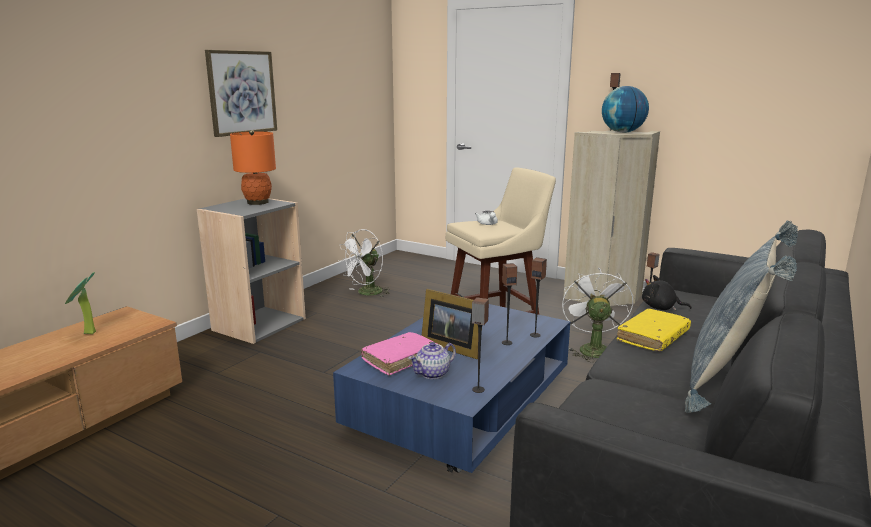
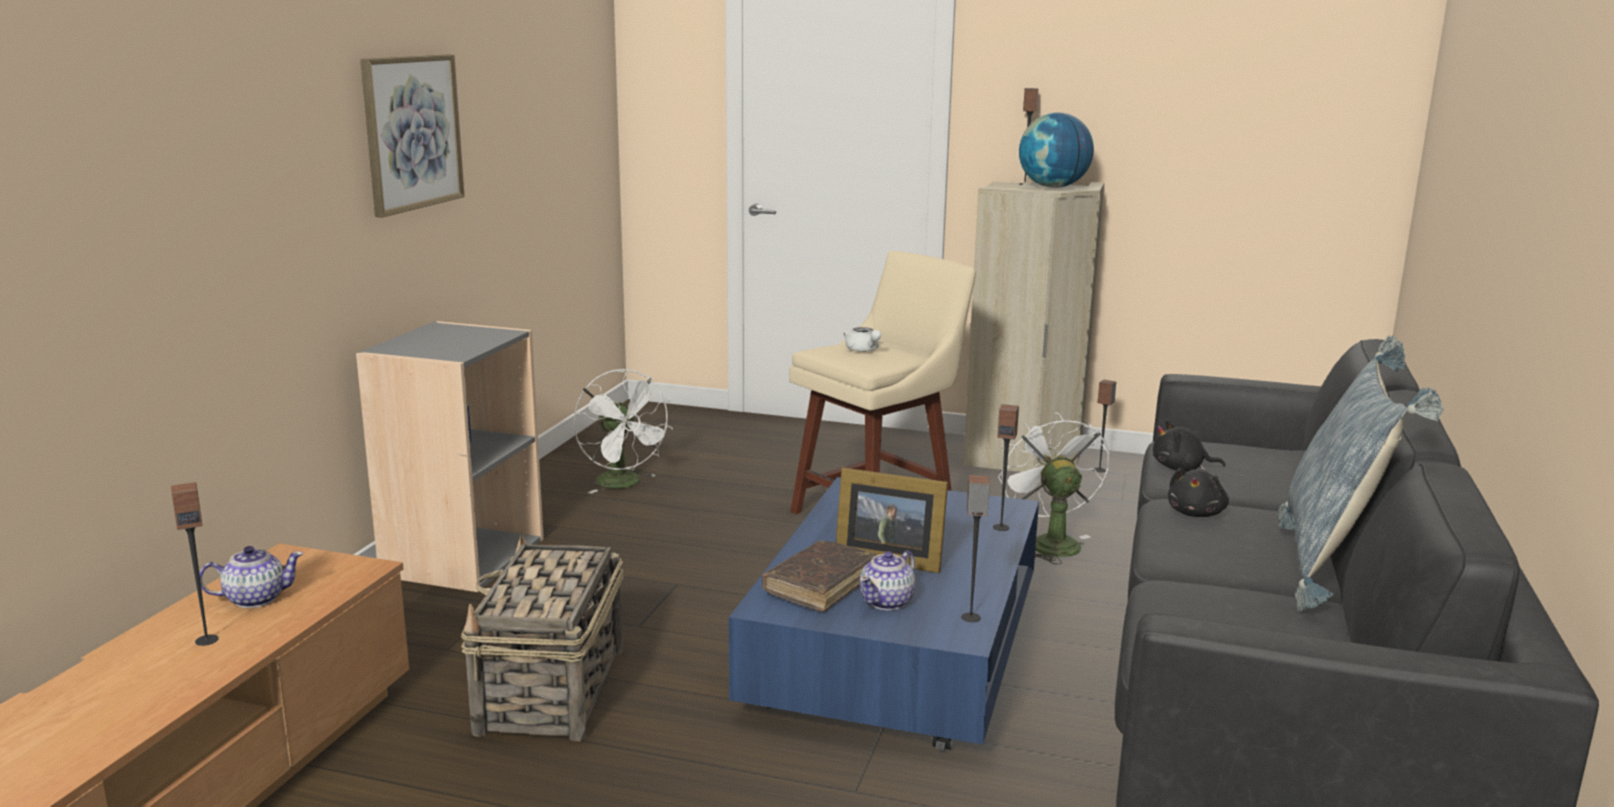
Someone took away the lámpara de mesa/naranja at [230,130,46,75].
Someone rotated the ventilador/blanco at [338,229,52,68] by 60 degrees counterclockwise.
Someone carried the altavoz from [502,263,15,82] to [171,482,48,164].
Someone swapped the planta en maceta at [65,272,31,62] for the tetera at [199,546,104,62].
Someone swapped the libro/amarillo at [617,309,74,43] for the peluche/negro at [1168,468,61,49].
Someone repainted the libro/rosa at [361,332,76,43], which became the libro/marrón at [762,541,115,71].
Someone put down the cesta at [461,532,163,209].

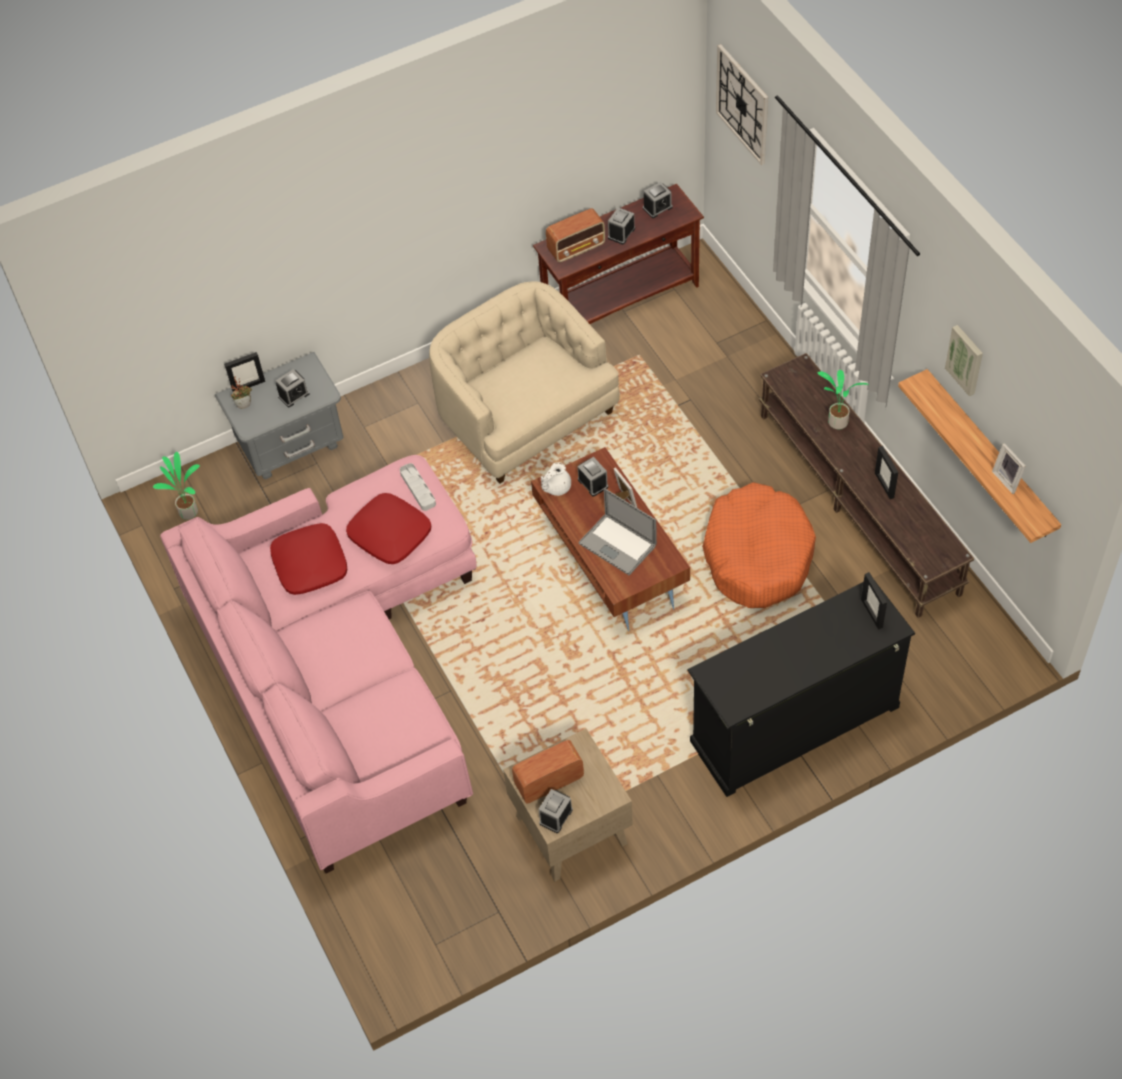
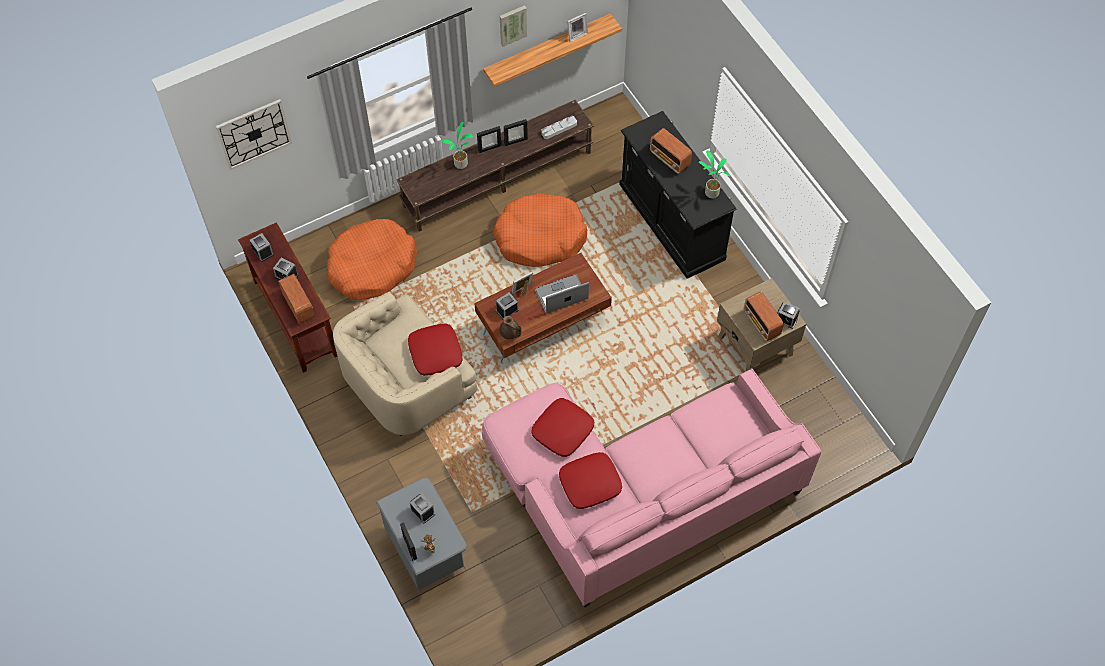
Someone carried the planta en maceta from [153,452,47,68] to [699,151,31,48].
Someone repainted the tetera/blanco at [541,462,30,34], which became the tetera/marrón at [500,316,21,23].
Someone carried the bandeja/gris from [400,463,36,48] to [541,116,36,23].
Someone rotated the portátil at [579,488,78,87] by 150 degrees counterclockwise.
Someone carried the portarretratos from [861,572,26,58] to [477,126,24,27].
Someone put down the radio at [650,128,42,46].
Someone put down the cama para perro/naranja at [327,219,90,81].
Someone put down the cojín/rojo at [408,324,54,52].

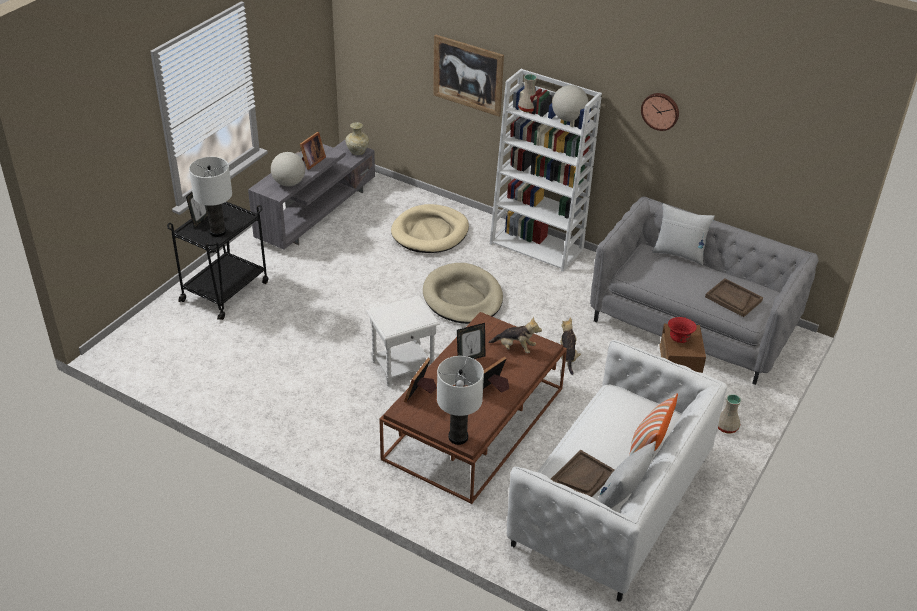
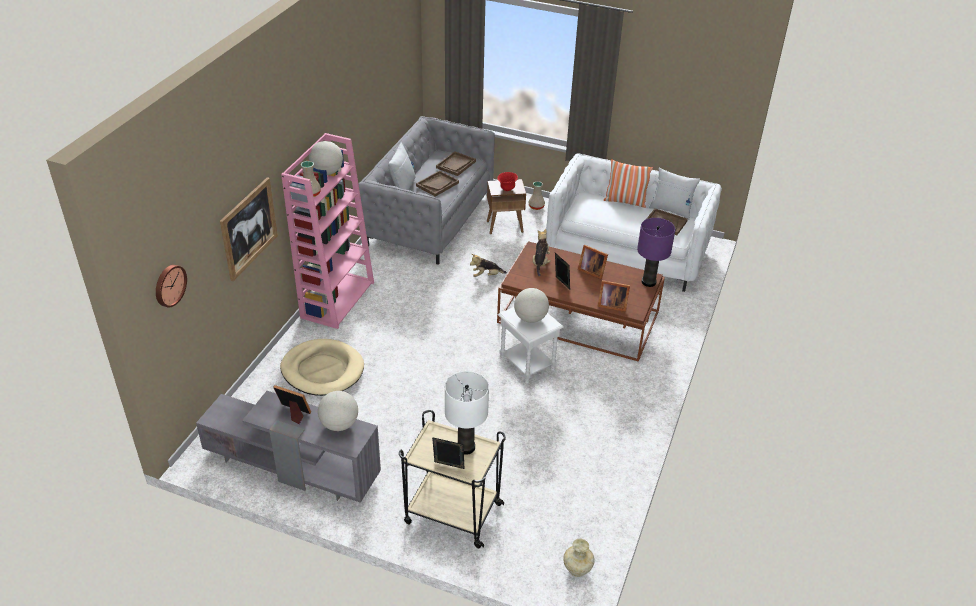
Someone repainted the estantería/blanco at [490,69,112,203], which became the estantería/rosa at [281,133,93,196].
Someone carried the reloj de pared from [641,93,38,38] to [156,265,31,43].
Someone carried the florero/beis from [345,122,24,33] to [563,539,32,38].
Someone repainted the carrito/negro at [167,201,102,119], which became the carrito/beis at [399,410,107,138].
Someone took away the cama para perro/beis at [423,263,80,61].
Someone repainted the lámpara de mesa/blanco at [437,356,47,89], which became the lámpara de mesa/morado at [637,218,38,69].
Someone put down the bandeja/marrón at [416,171,43,26].
Someone put down the globo terráqueo at [514,288,35,35].

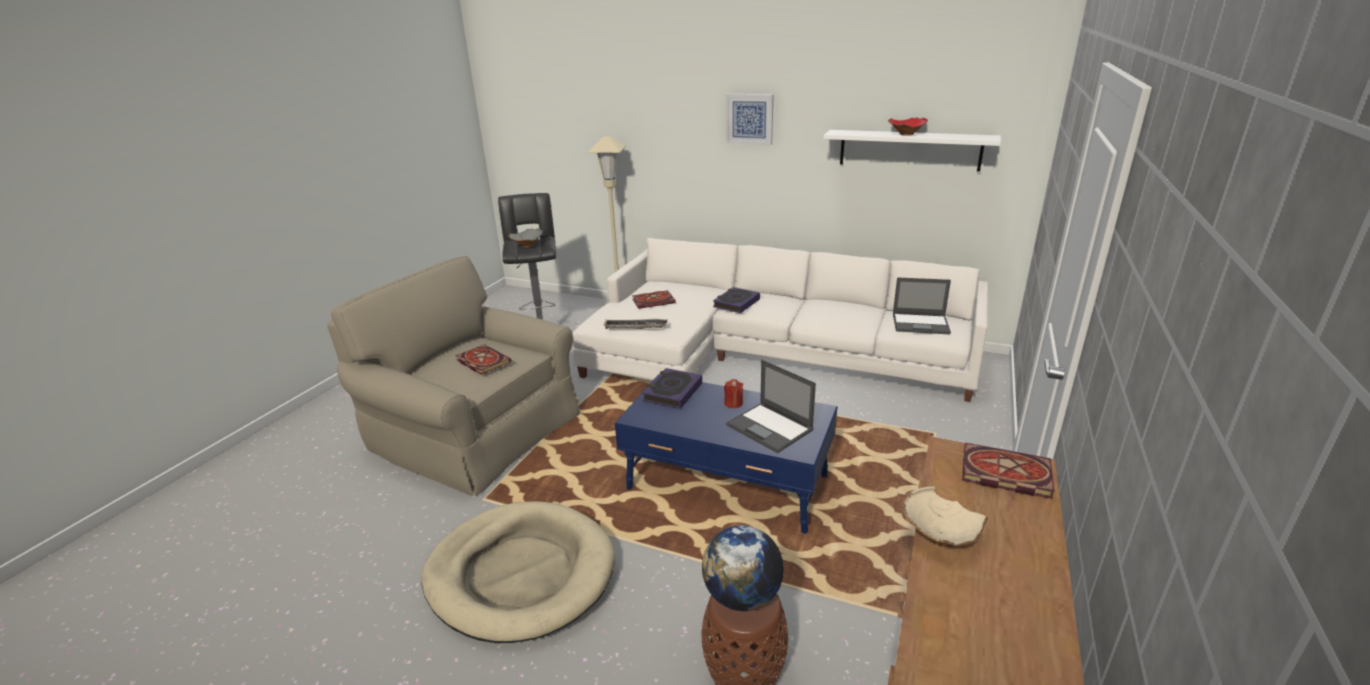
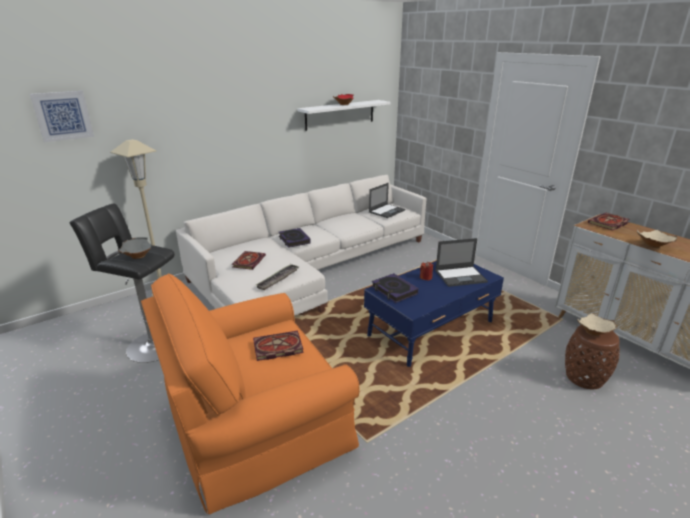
Someone carried the cuadro from [726,94,48,51] to [30,91,64,51].
Someone repainted the sillón/beis at [327,256,254,240], which became the sillón/naranja at [141,273,218,241].
Someone took away the cama para perro/beis at [421,501,194,142].
Someone swapped the globo terráqueo at [702,525,82,86] for the cuenco/beis at [577,313,40,23].

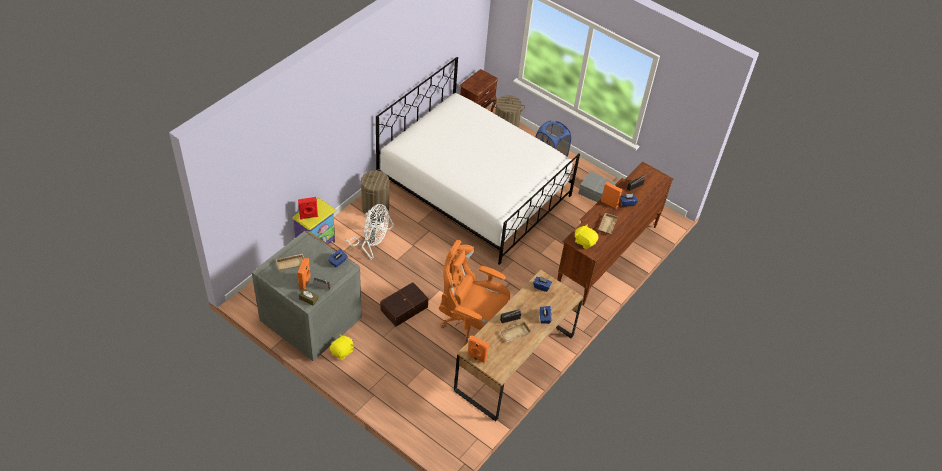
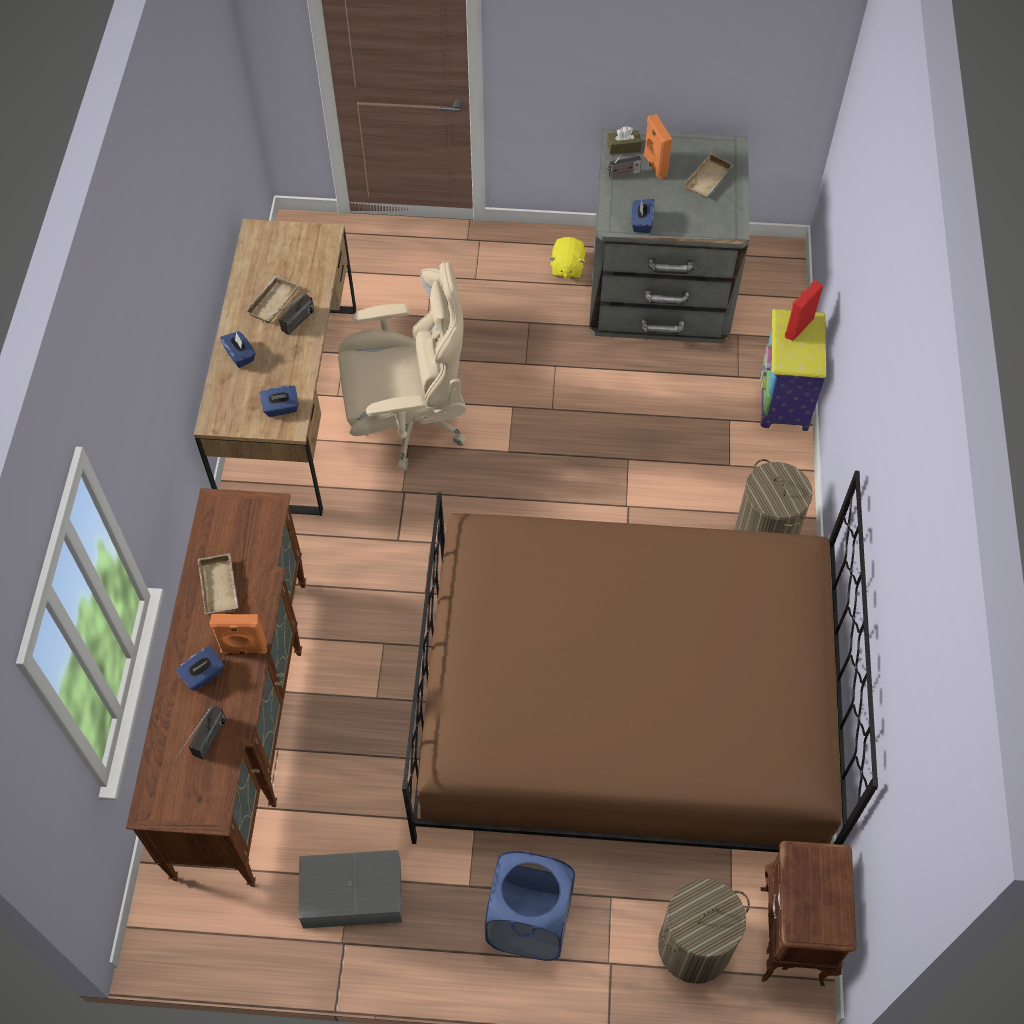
Someone repainted the cama/blanco at [376,57,204,208], which became the cama/marrón at [402,471,476,381].
Someone took away the ventilador/blanco at [345,204,49,56].
Someone took away the peluche/amarillo at [575,225,23,24].
Someone repainted the silla de oficina/naranja at [439,240,72,106], which became the silla de oficina/beis at [338,261,128,209].
Someone took away the caja de almacenaje/marrón at [380,282,48,45].
Someone took away the altavoz/naranja at [467,335,22,29].

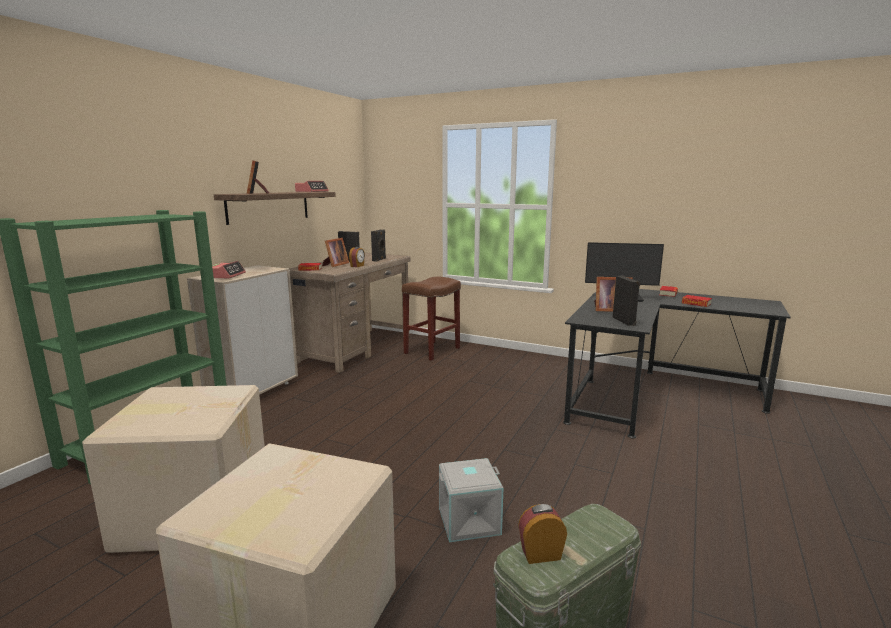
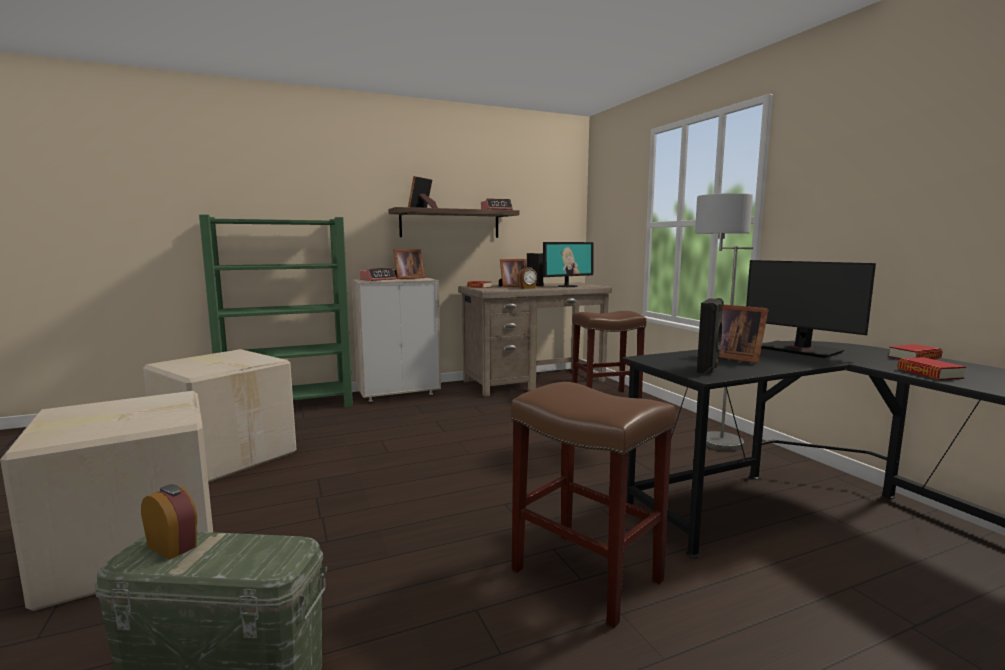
Someone swapped the altavoz/negro at [371,229,15,33] for the monitor at [543,242,51,45].
Someone took away the caja de almacenaje/gris at [439,458,64,84].
Someone put down the lámpara de pie/gris at [695,193,58,258].
Someone put down the portarretratos at [393,249,32,30].
Someone put down the taburete/marrón at [511,382,165,246].

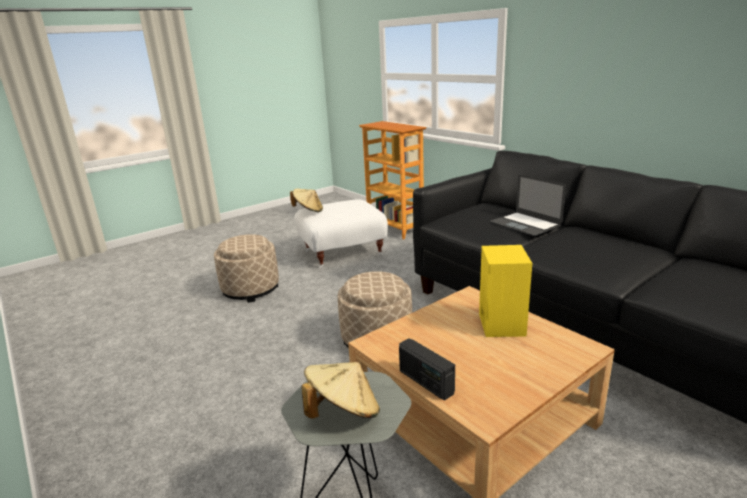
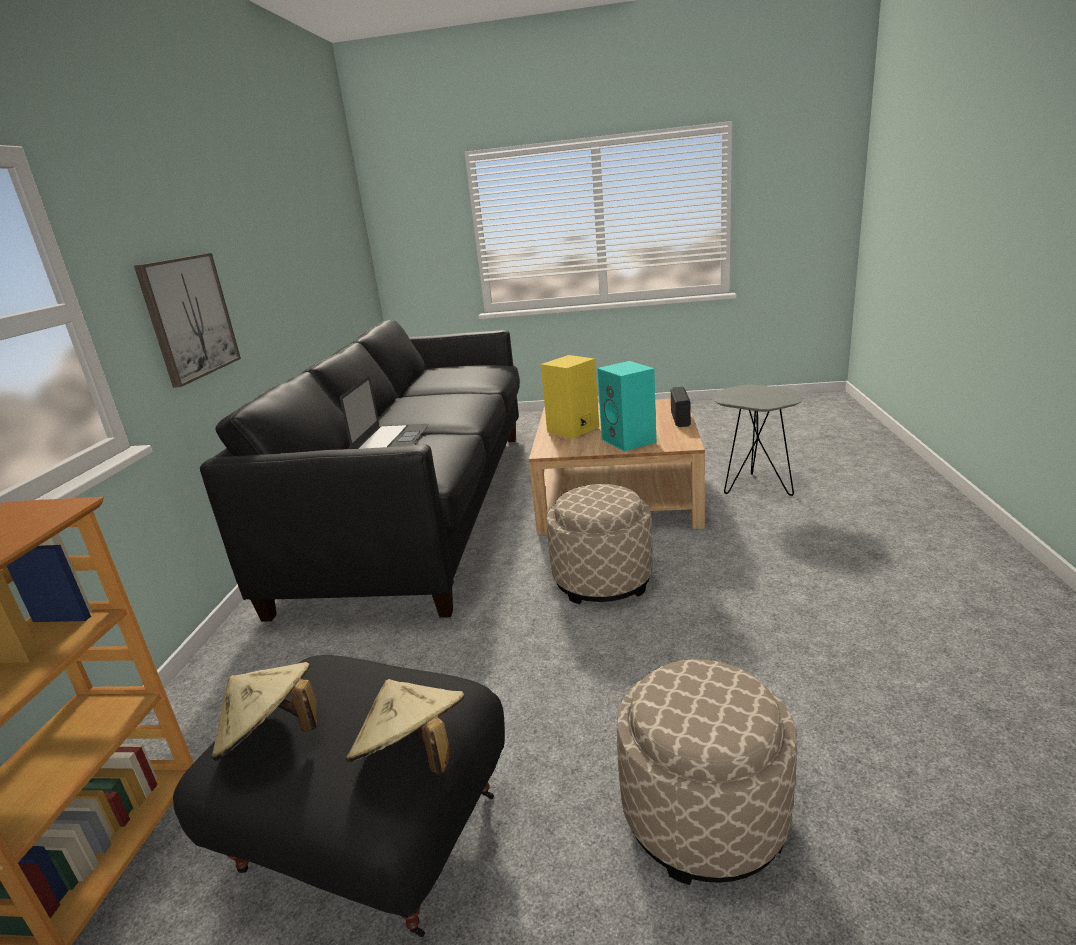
Someone repainted the puf/blanco at [295,199,93,69], which became the puf/negro at [173,655,332,282].
Someone carried the sombrero/beis from [301,362,79,56] to [212,662,105,99].
Someone put up the cuadro at [134,253,107,135].
Someone put down the altavoz/turquesa at [597,361,59,91].

